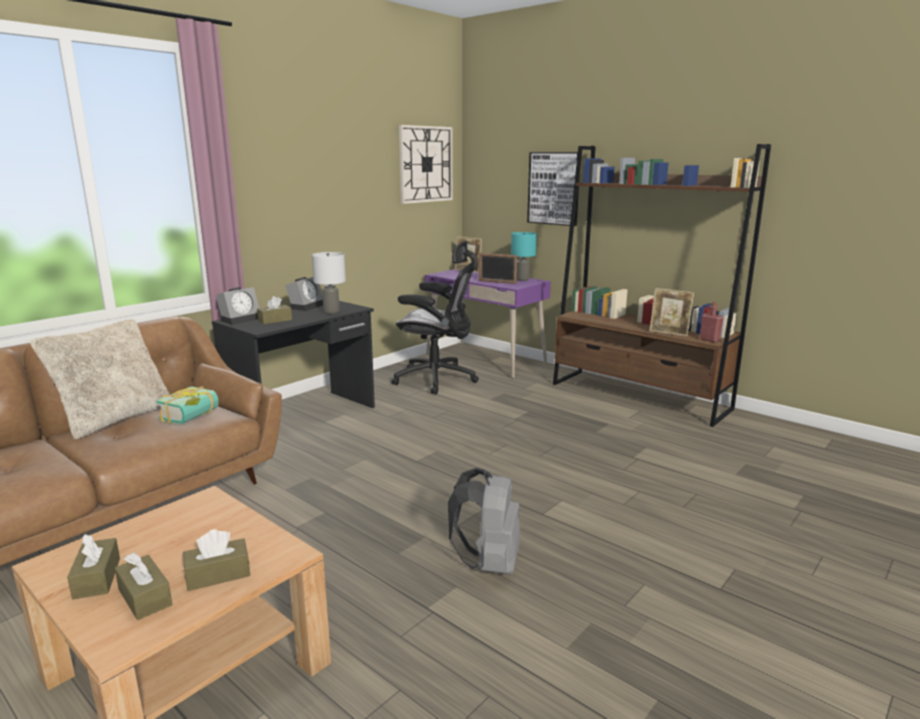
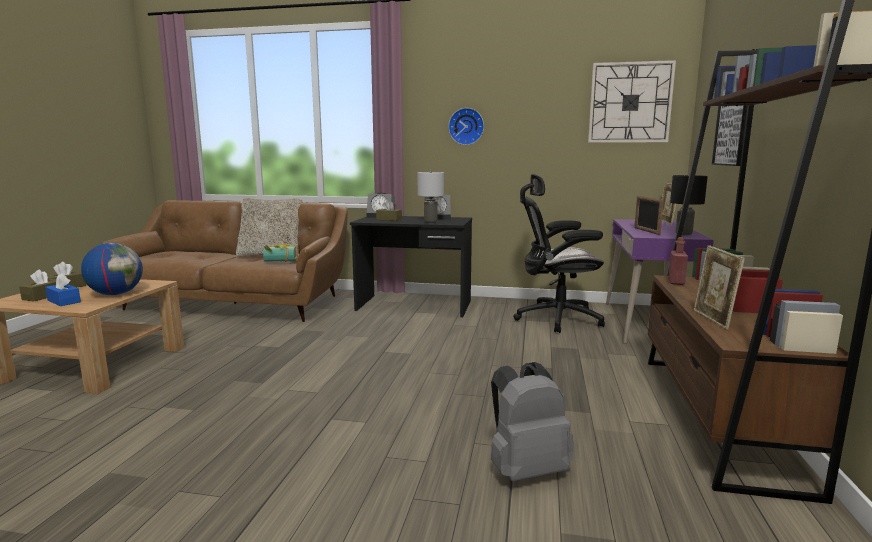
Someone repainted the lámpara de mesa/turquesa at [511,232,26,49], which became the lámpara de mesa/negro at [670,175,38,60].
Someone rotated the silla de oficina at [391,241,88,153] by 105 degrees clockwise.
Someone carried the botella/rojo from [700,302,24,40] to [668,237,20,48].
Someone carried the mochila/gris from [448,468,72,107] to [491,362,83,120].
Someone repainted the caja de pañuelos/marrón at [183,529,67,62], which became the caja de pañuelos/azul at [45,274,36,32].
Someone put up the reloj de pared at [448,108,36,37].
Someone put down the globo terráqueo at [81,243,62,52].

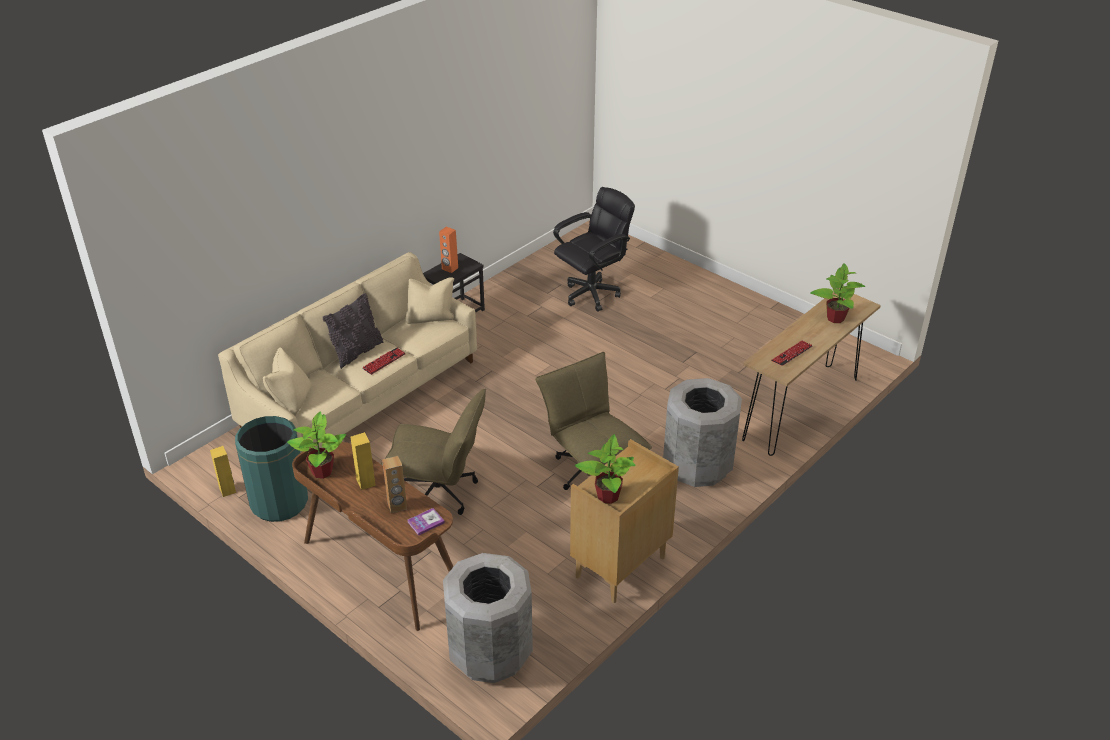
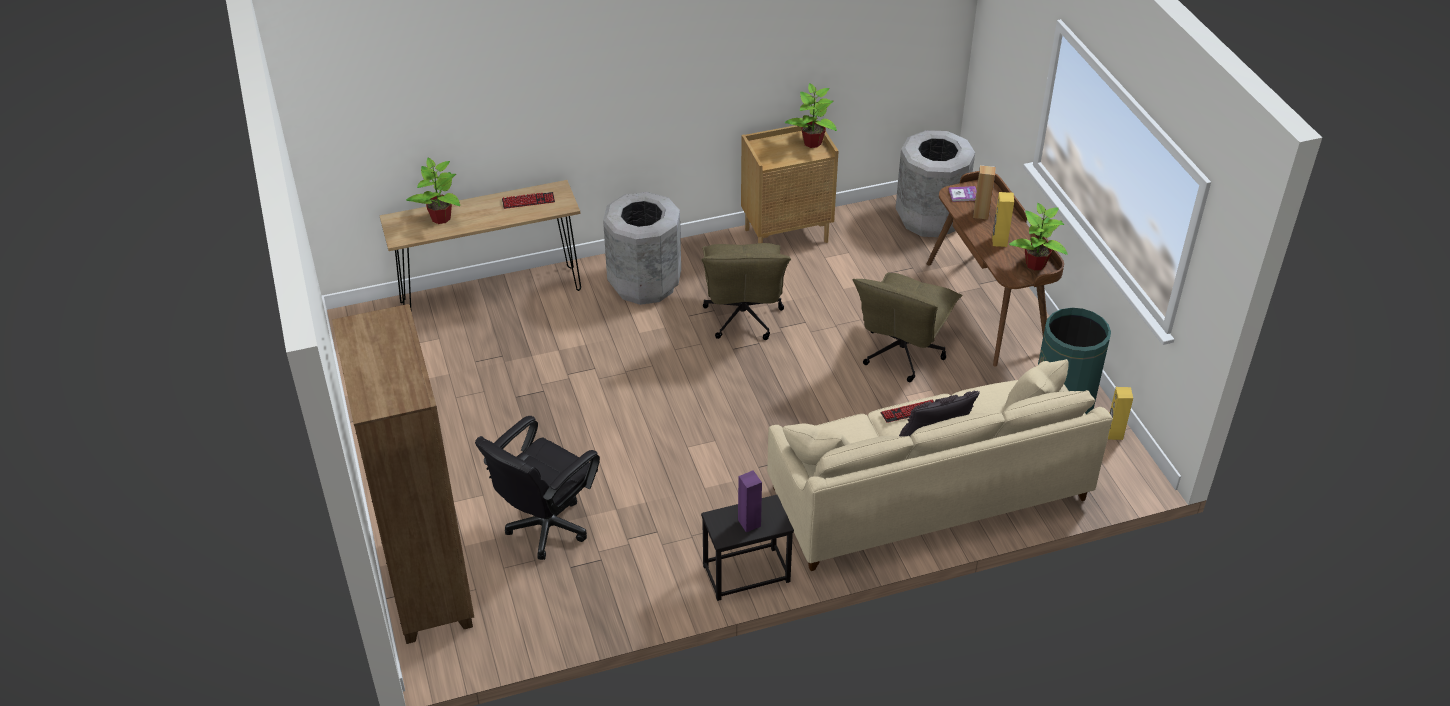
Someone rotated the silla de oficina/negro at [553,187,82,125] by 45 degrees counterclockwise.
Someone repainted the altavoz/naranja at [439,227,19,46], which became the altavoz/morado at [738,470,24,62].
Someone rotated the silla de oficina/beis at [381,389,105,126] by 105 degrees counterclockwise.
Someone put down the estantería/marrón at [332,304,142,340].

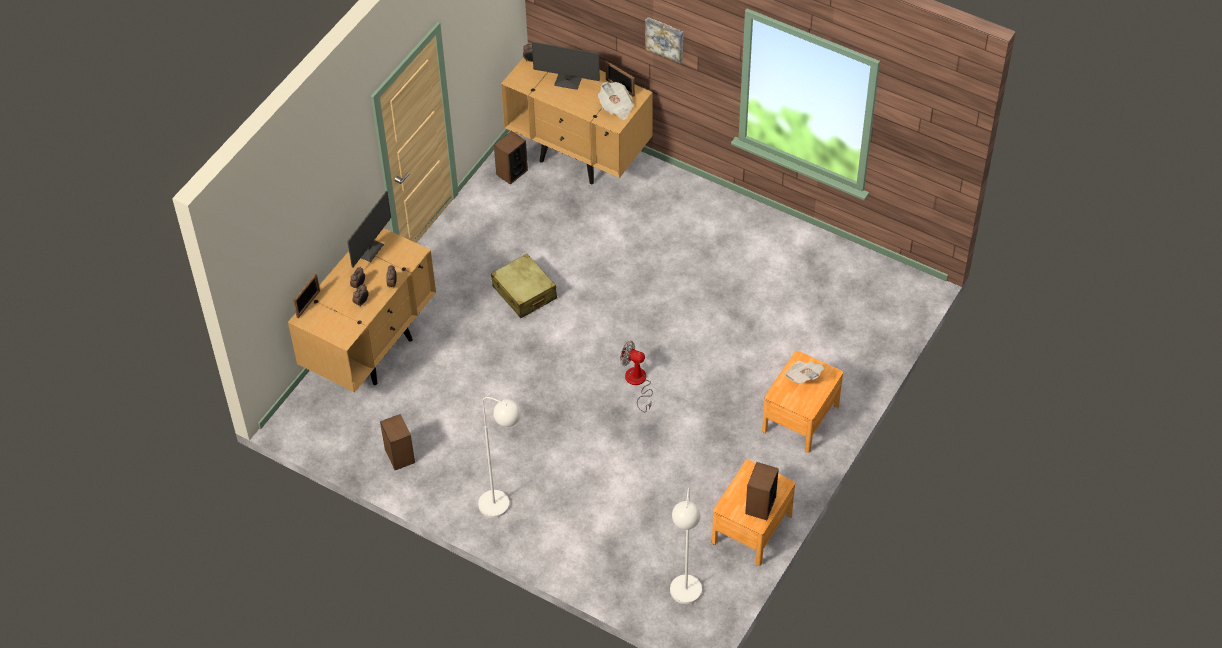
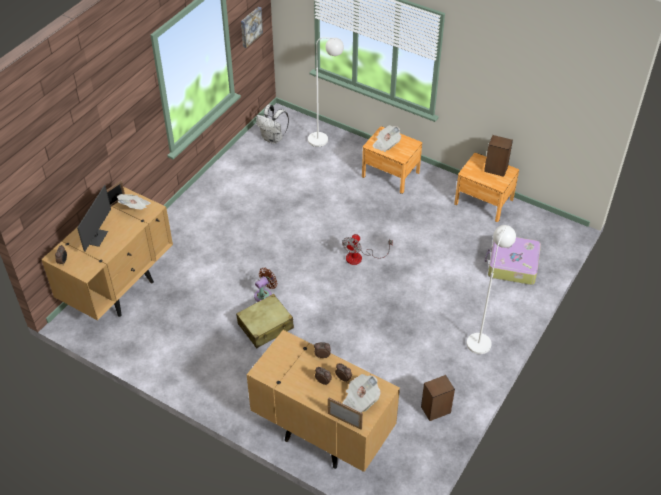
Someone carried the cuadro from [645,17,38,47] to [241,7,22,41].
Someone took away the altavoz at [494,131,34,54].
Someone took away the monitor at [347,191,44,76].
Someone carried the lámpara de pie/blanco from [670,487,32,117] to [308,37,36,110].
Someone put down the mochila/blanco at [256,104,33,40].
Someone put down the maleta at [485,237,56,48].
Someone put down the ventilador/marrón at [254,267,23,35].
Someone put down the periódico at [342,374,39,39].

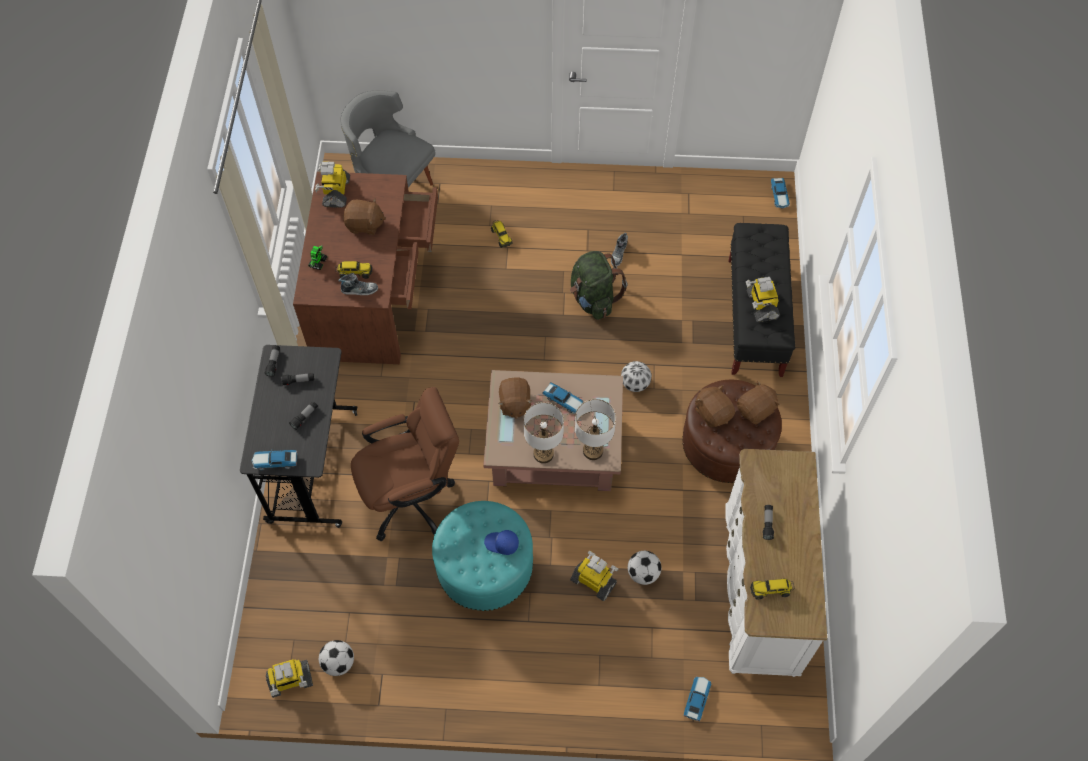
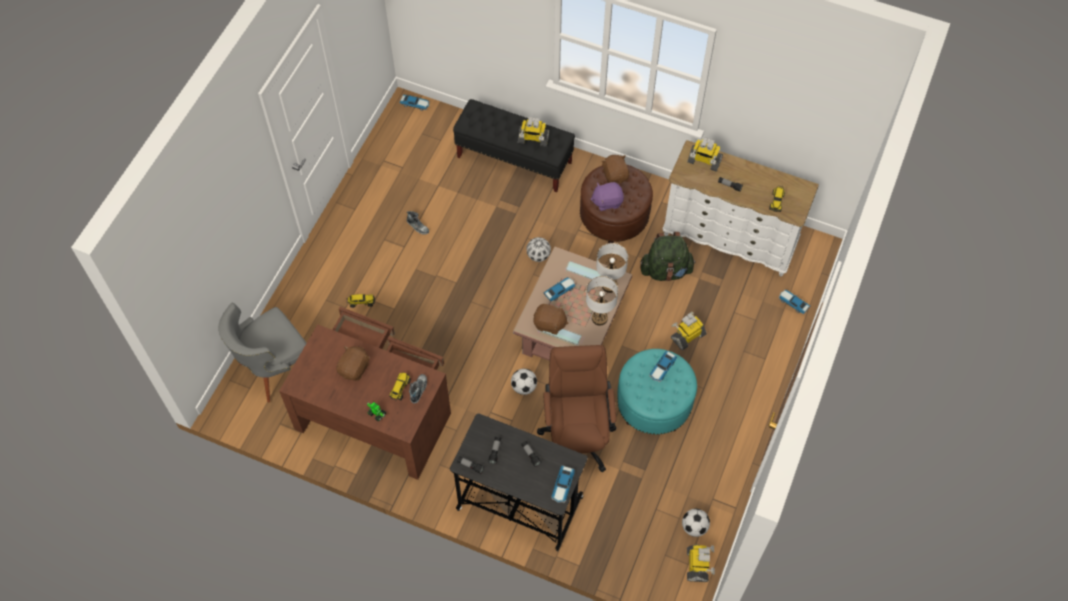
Someone carried the robot de juguete from [315,162,35,46] to [687,137,36,35].
Someone carried the mochila/verde from [570,251,57,69] to [640,232,56,49].
Someone repainted the peluche/marrón at [695,385,40,42], which became the peluche/morado at [590,182,34,29].
Someone swapped the gorra/azul at [484,530,35,25] for the coche de juguete at [650,351,27,31].
Someone carried the balón de fútbol from [628,551,33,34] to [511,369,26,26].

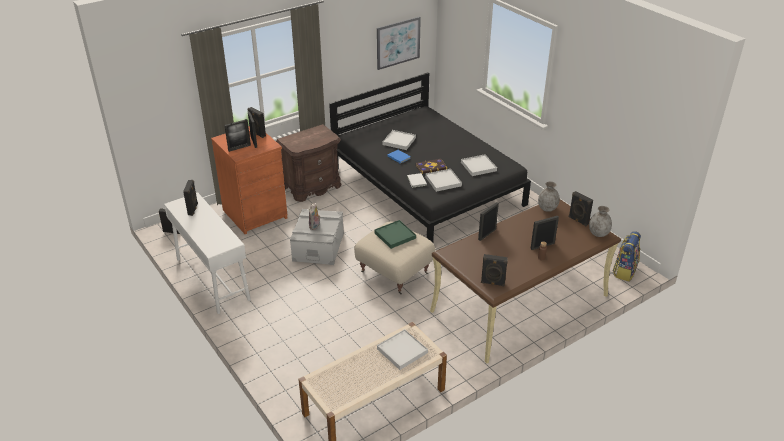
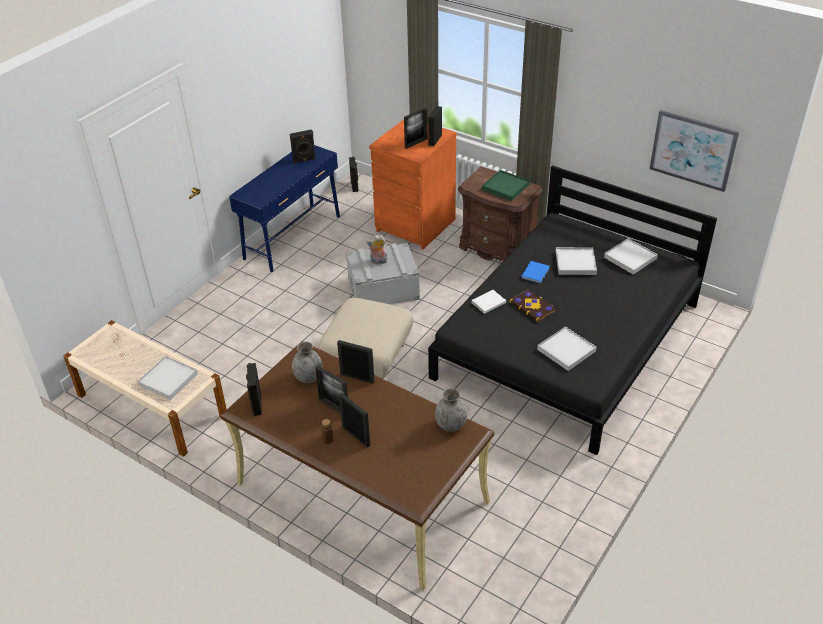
Someone carried the portarretratos from [225,119,26,33] to [315,366,33,47].
Someone carried the bandeja/blanco from [425,169,37,23] to [604,238,54,37].
Someone took away the altavoz/negro at [569,191,24,35].
Someone repainted the mesa consola/blanco at [164,192,87,122], which became the mesa consola/azul at [229,145,111,127].
Someone carried the florero/gris from [589,206,23,31] to [292,342,31,41].
Someone carried the bandeja/verde from [374,220,42,29] to [482,170,48,31].
Someone took away the mochila at [613,231,28,51].

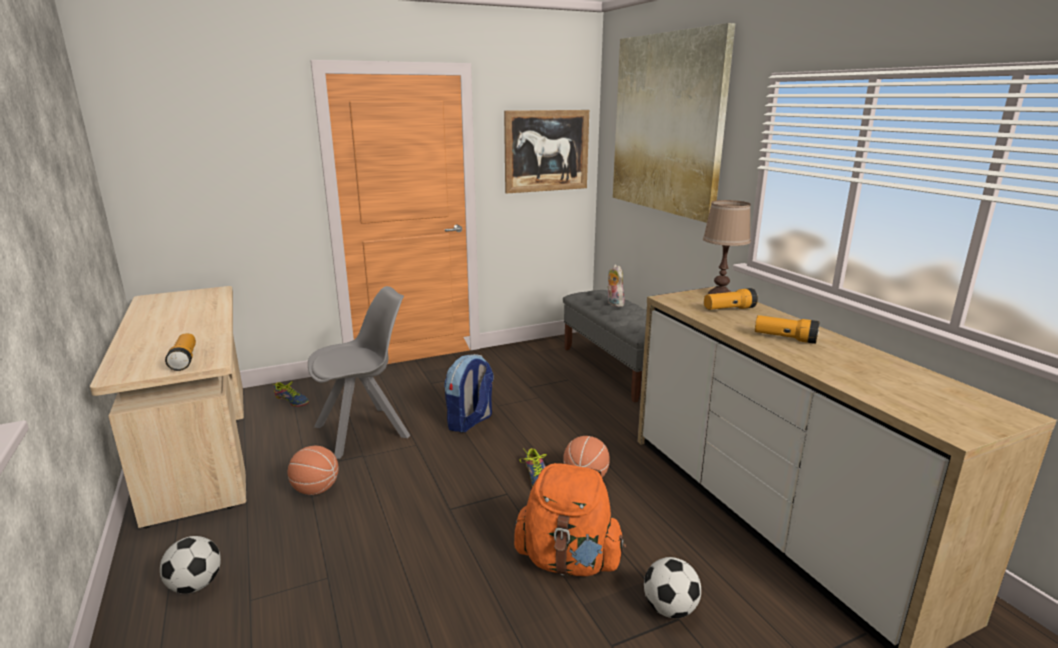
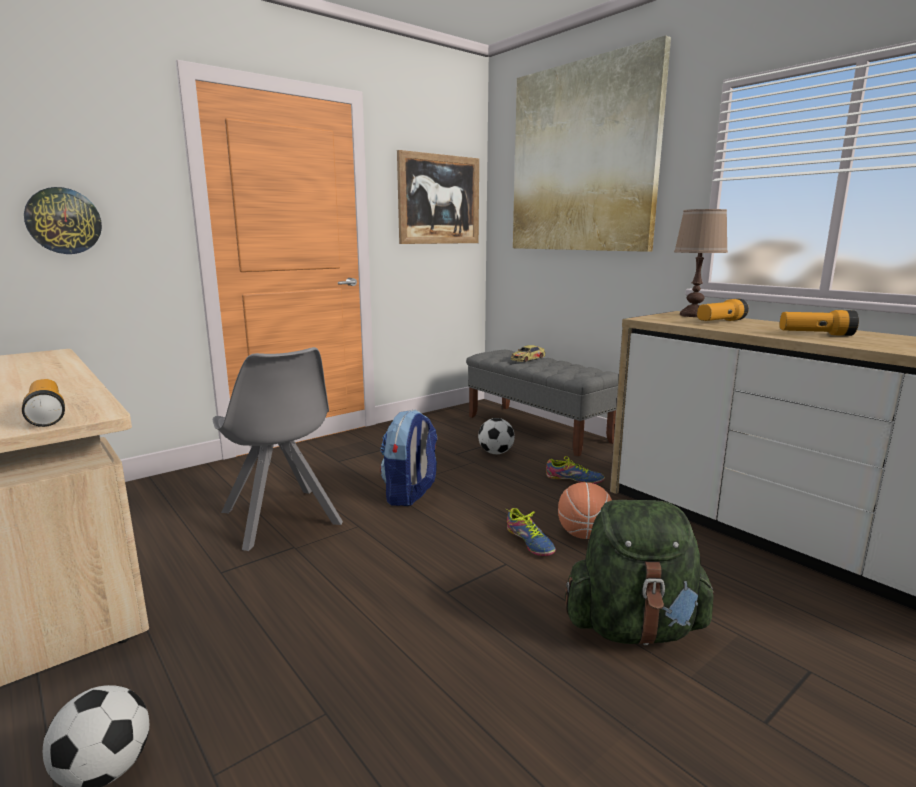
Someone swapped the peluche at [607,264,18,43] for the coche de juguete at [511,345,34,17].
Someone rotated the silla/gris at [308,286,102,173] by 105 degrees clockwise.
Someone carried the zapato from [274,381,35,26] to [546,456,59,28].
Someone took away the balón de baloncesto at [287,446,52,49].
Someone repainted the mochila/naranja at [514,463,112,113], which became the mochila/verde at [565,500,150,145].
Someone carried the balón de fútbol from [644,557,57,61] to [478,418,37,36].
Someone put up the reloj de pared at [24,187,78,67].

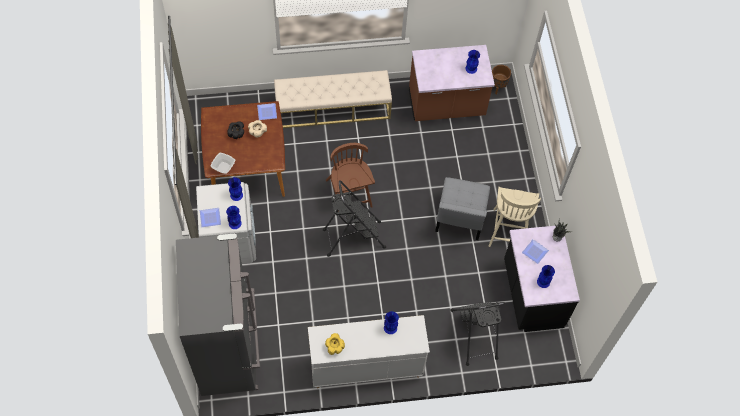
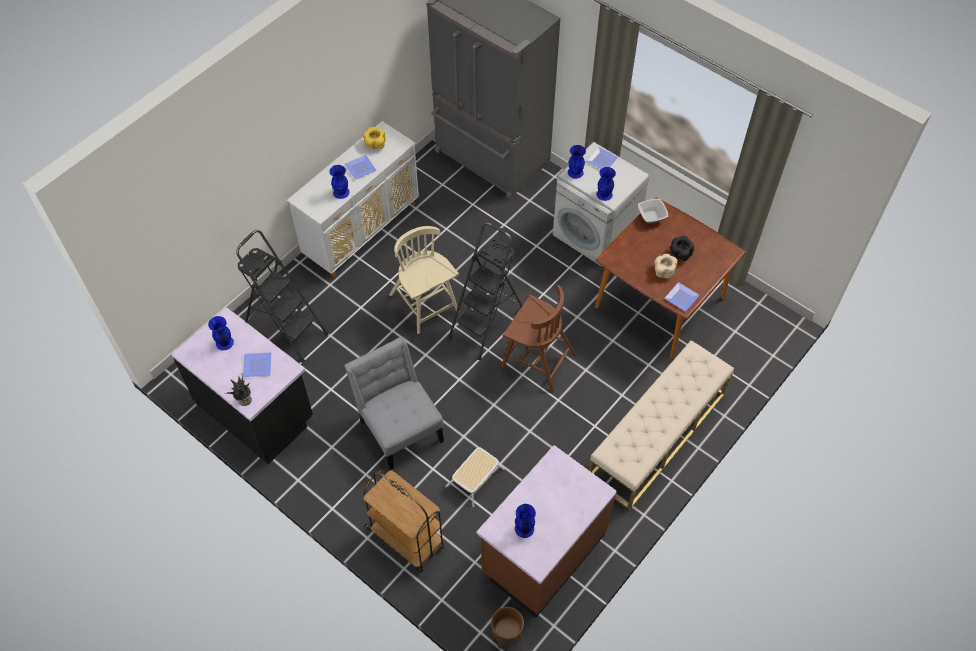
Someone carried the silla/beis from [488,187,53,60] to [389,226,70,108].
Someone put down the plato at [345,155,32,25].
Someone put down the escalera de tijera/beis at [445,447,61,60].
Someone put down the carrito/marrón at [364,469,81,103].

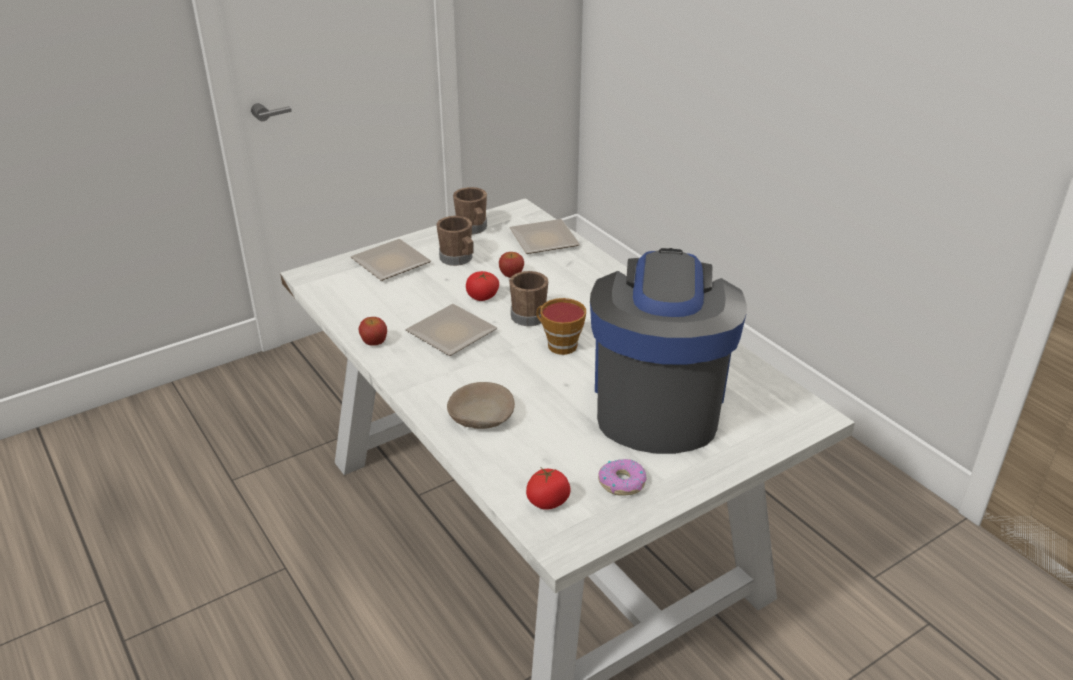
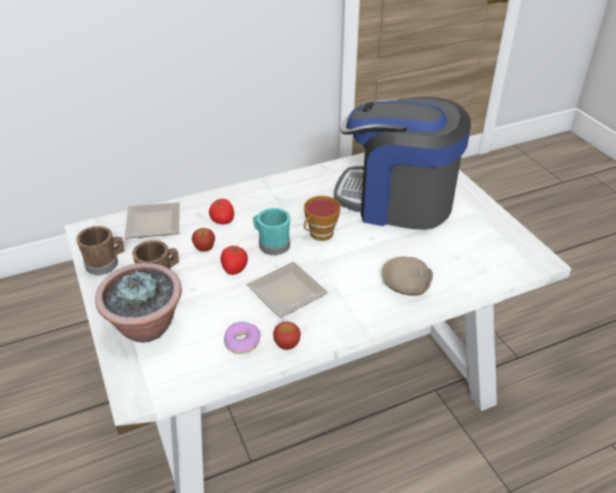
Someone swapped the plato at [350,239,81,42] for the planta en maceta at [95,263,87,80].
Someone repainted the taza grande/marrón at [509,271,39,55], which became the taza grande/turquesa at [253,208,37,47].
Someone carried the rosquilla from [598,459,48,37] to [224,322,37,32].
Someone carried the tomate from [526,468,45,42] to [209,199,25,25].

